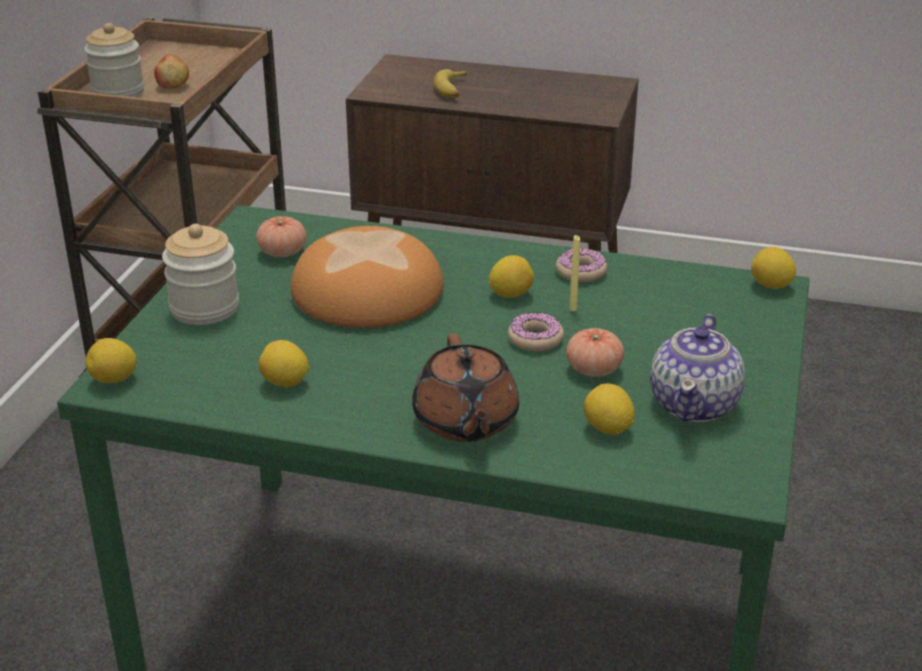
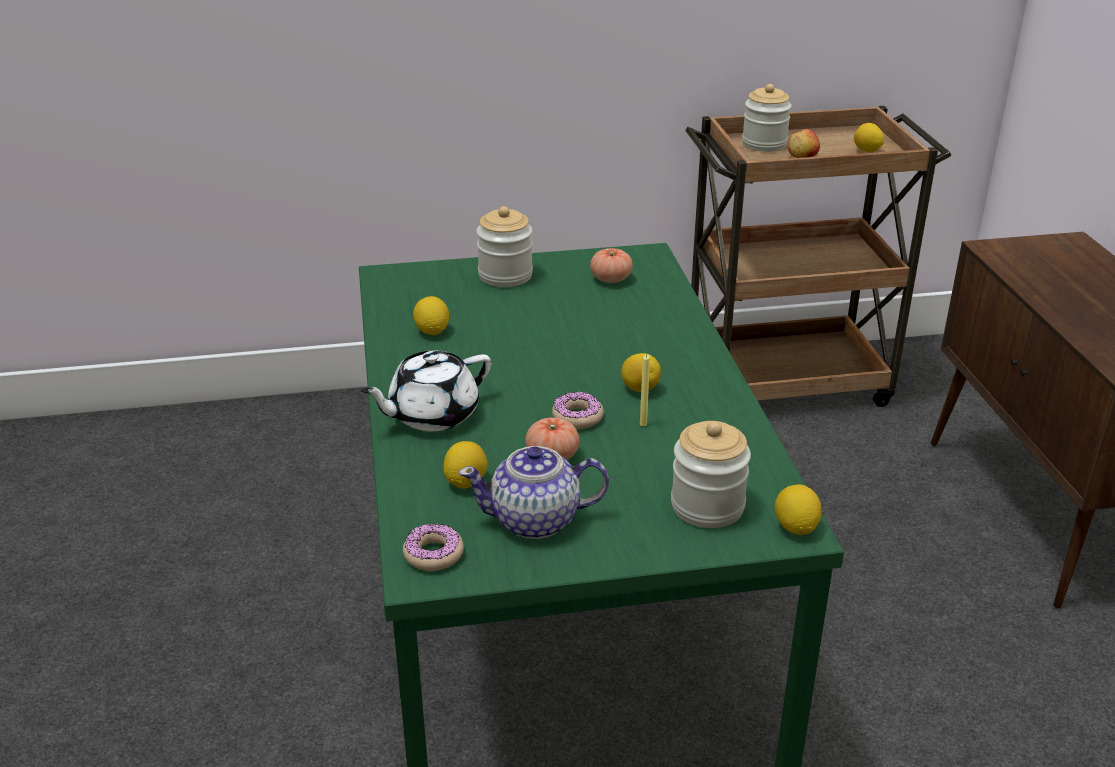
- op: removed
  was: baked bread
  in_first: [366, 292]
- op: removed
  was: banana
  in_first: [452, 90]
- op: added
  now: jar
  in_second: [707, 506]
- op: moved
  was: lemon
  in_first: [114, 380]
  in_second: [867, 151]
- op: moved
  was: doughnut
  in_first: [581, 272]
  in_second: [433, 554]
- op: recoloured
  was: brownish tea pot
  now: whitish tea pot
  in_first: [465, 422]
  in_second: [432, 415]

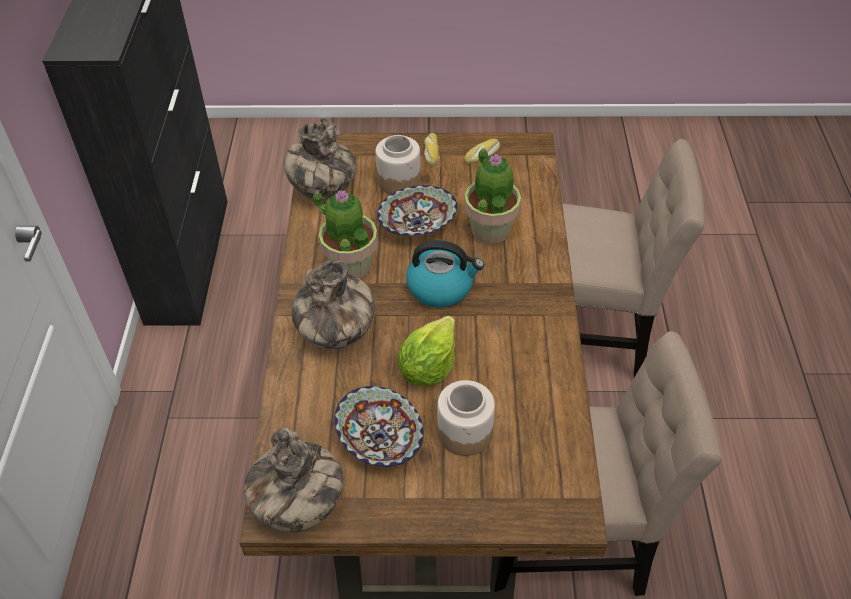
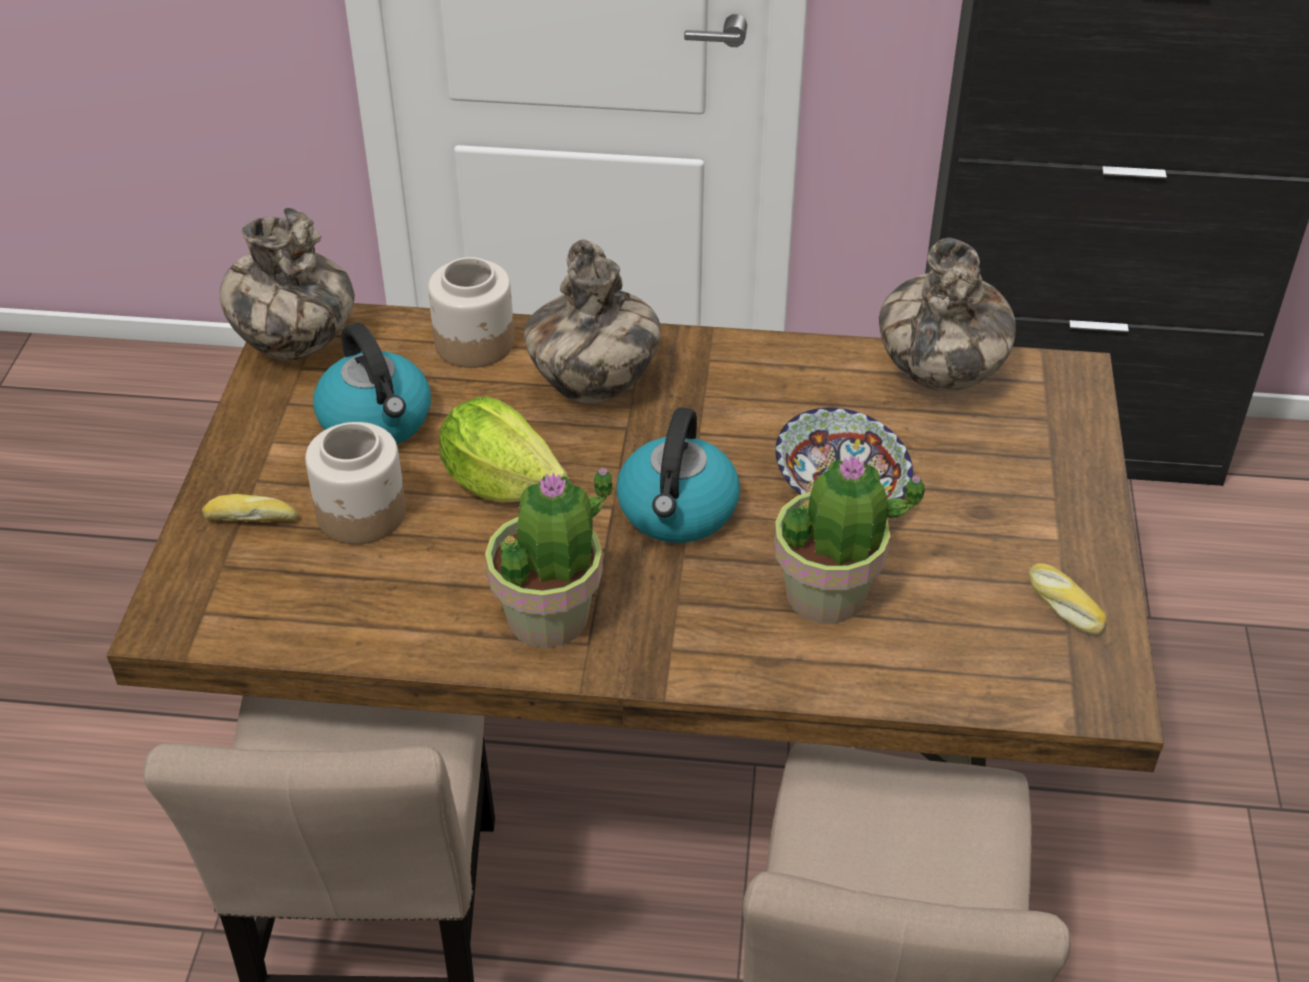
- op: moved
  was: potted plant
  in_first: [350, 265]
  in_second: [550, 616]
- op: moved
  was: jar
  in_first: [399, 180]
  in_second: [475, 343]
- op: moved
  was: baked bread
  in_first: [431, 152]
  in_second: [251, 517]
- op: replaced
  was: serving bowl
  now: water kettle
  in_first: [379, 440]
  in_second: [377, 421]

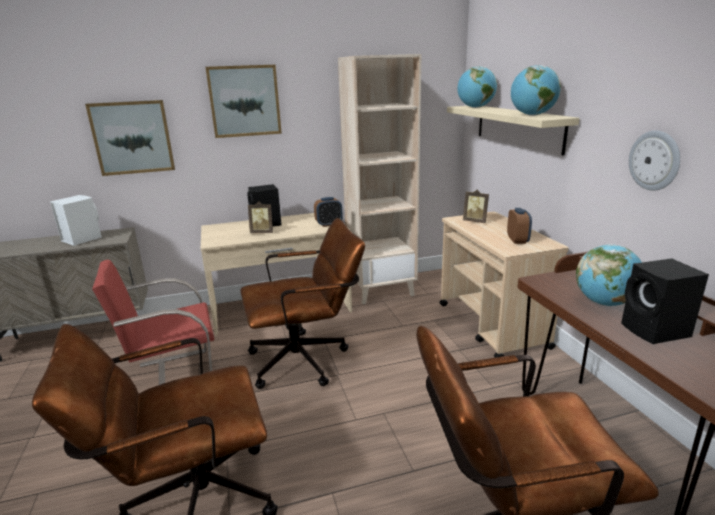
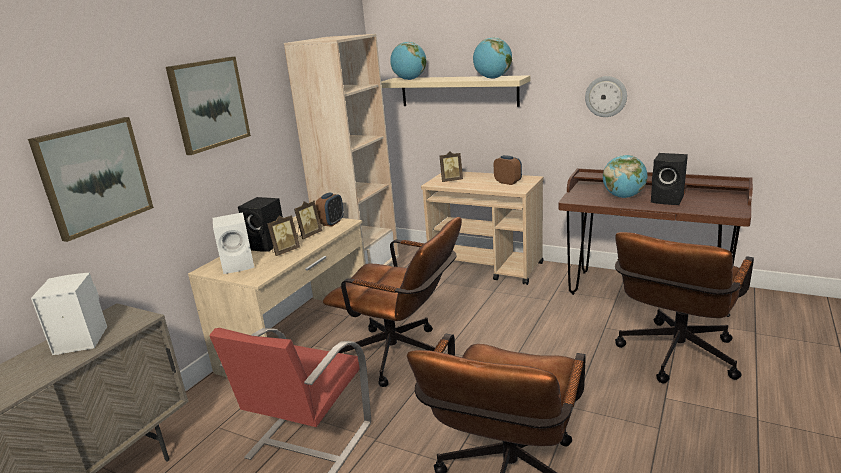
- op: added
  now: whitish loudspeaker
  in_second: [239, 265]
- op: added
  now: picture frame
  in_second: [309, 235]
- op: turned
  was: brownish office chair
  in_first: [307, 359]
  in_second: [402, 356]
  clockwise: 90

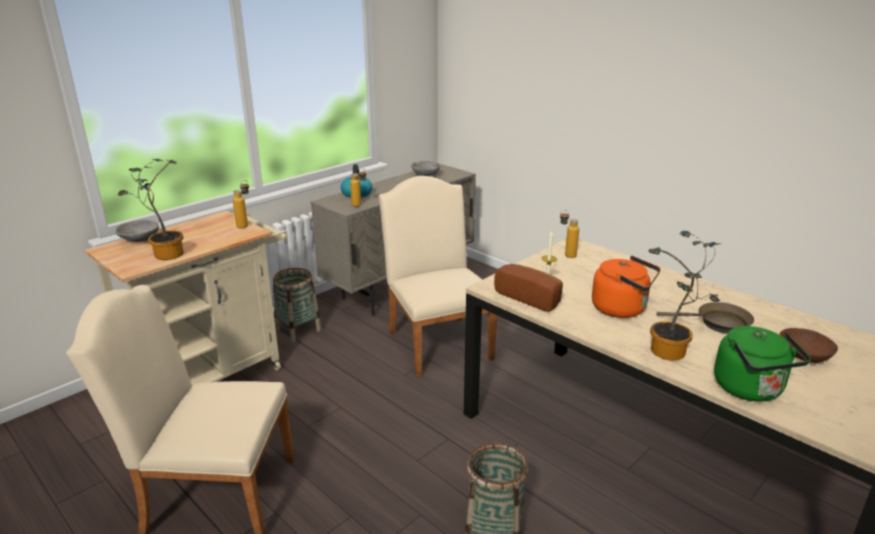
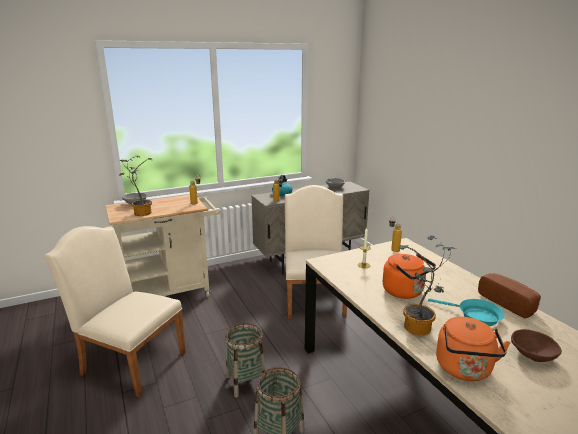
- op: moved
  was: storage basket
  in_first: [298, 330]
  in_second: [245, 382]
- op: moved
  was: baked bread
  in_first: [530, 297]
  in_second: [508, 303]
- op: recoloured
  was: brownish pan
  now: turquoise-coloured pan
  in_first: [718, 323]
  in_second: [475, 316]
- op: recoloured
  was: green-coloured water kettle
  now: orange-coloured water kettle
  in_first: [751, 390]
  in_second: [464, 370]

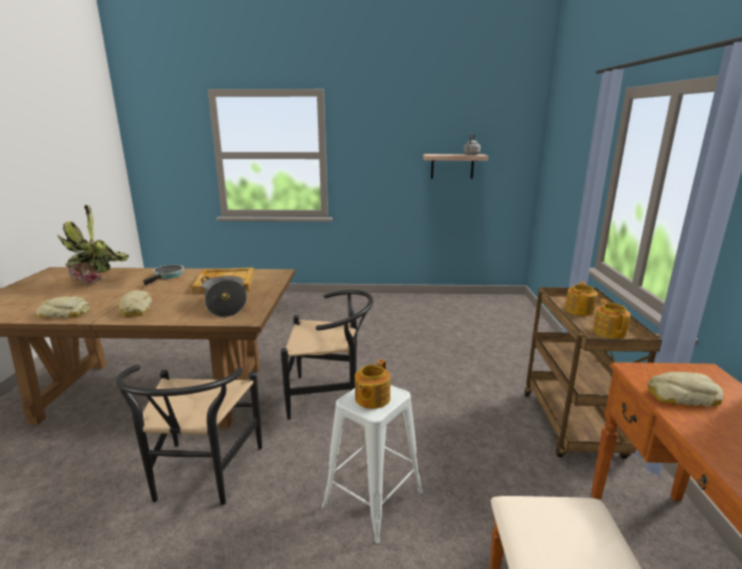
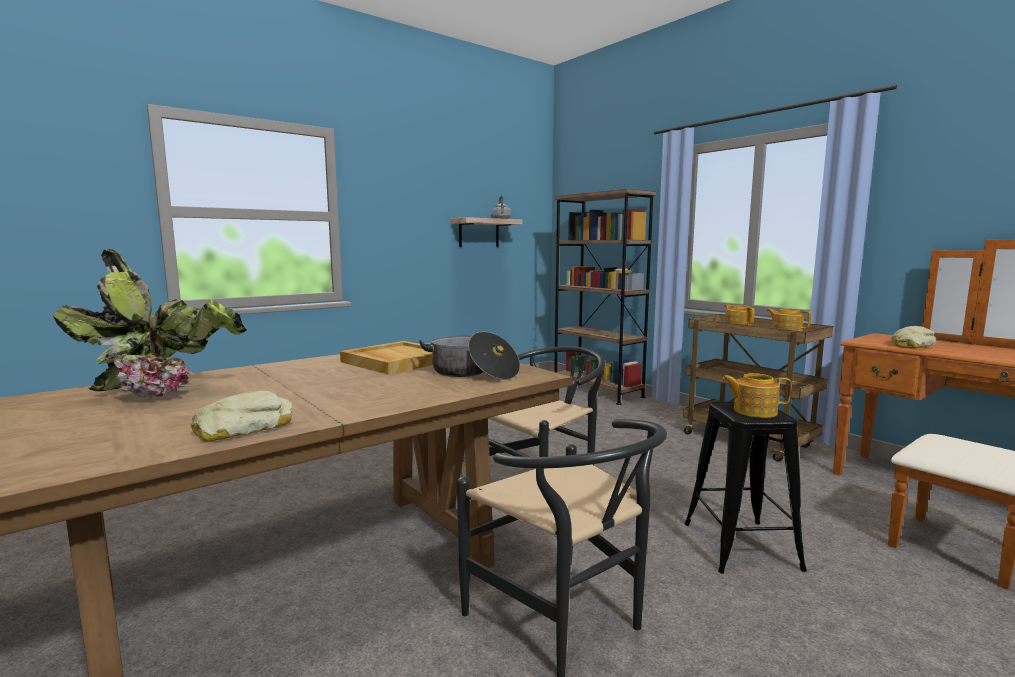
- op: removed
  was: baked bread
  in_first: [135, 309]
- op: removed
  was: pan
  in_first: [168, 276]
- op: added
  now: brownish bookcase
  in_second: [597, 391]
- op: recoloured
  was: whitish stool seat
  now: black-coloured stool seat
  in_first: [373, 499]
  in_second: [740, 546]
- op: turned
  was: tea pot
  in_first: [371, 399]
  in_second: [753, 411]
  clockwise: 120

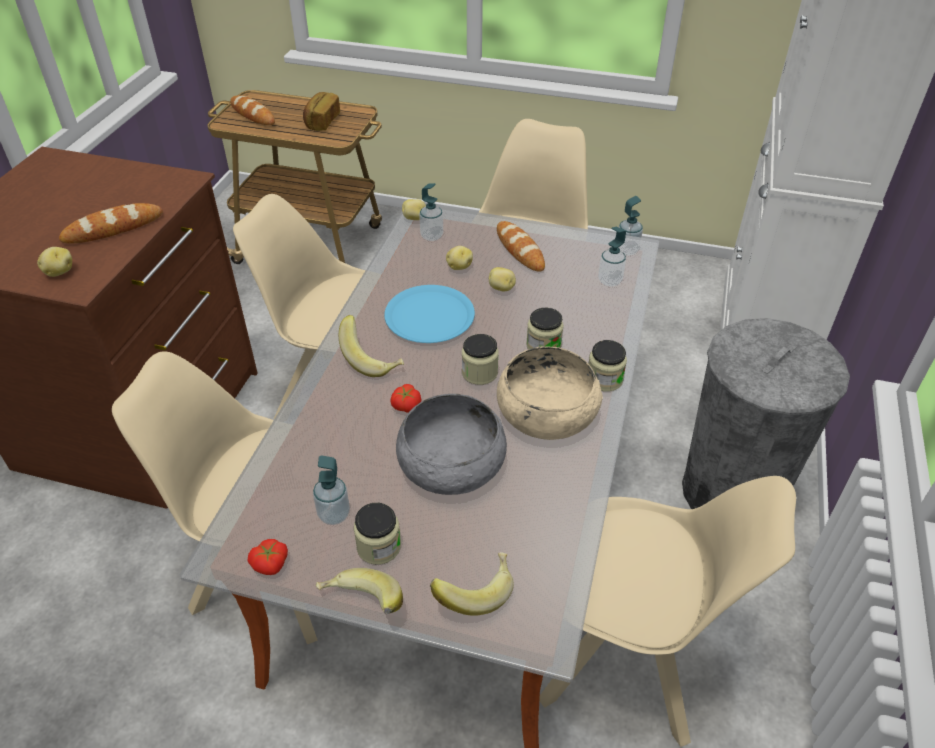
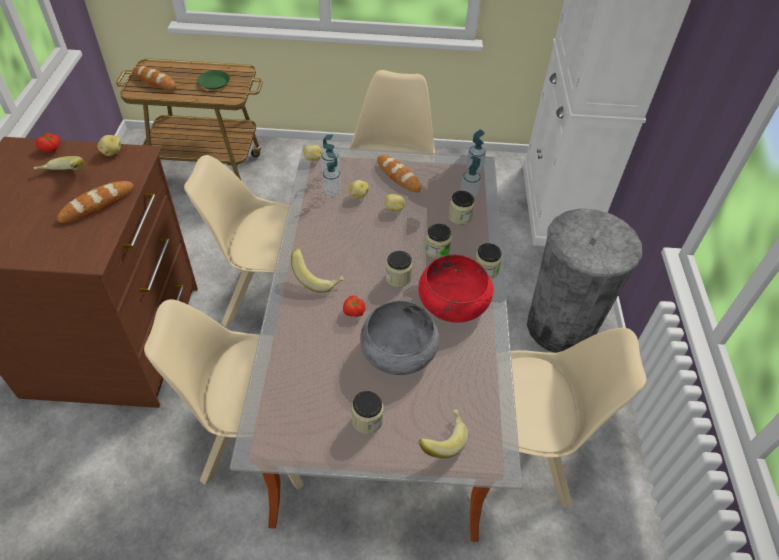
- op: removed
  was: blue-coloured plate
  in_first: [429, 316]
- op: added
  now: jar
  in_second: [460, 216]
- op: moved
  was: spud
  in_first: [59, 272]
  in_second: [111, 152]
- op: moved
  was: whole tomato
  in_first: [271, 565]
  in_second: [51, 149]
- op: moved
  was: soap dispenser
  in_first: [334, 514]
  in_second: [332, 190]
- op: moved
  was: banana
  in_first: [360, 606]
  in_second: [63, 177]
- op: replaced
  was: baked bread
  now: green-coloured plate
  in_first: [321, 122]
  in_second: [214, 82]
- op: recoloured
  was: sand-coloured serving bowl
  now: red-coloured serving bowl
  in_first: [546, 412]
  in_second: [453, 301]

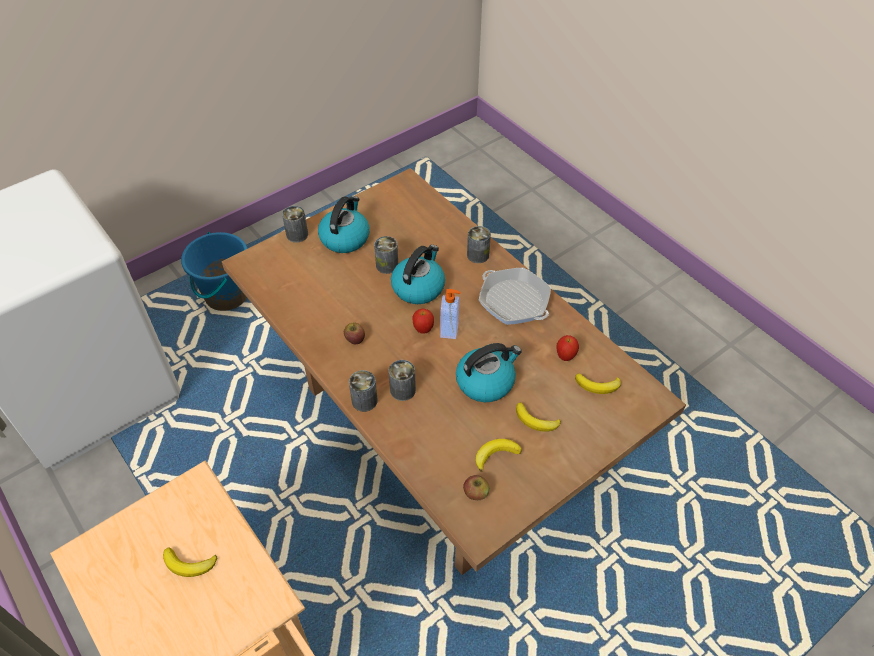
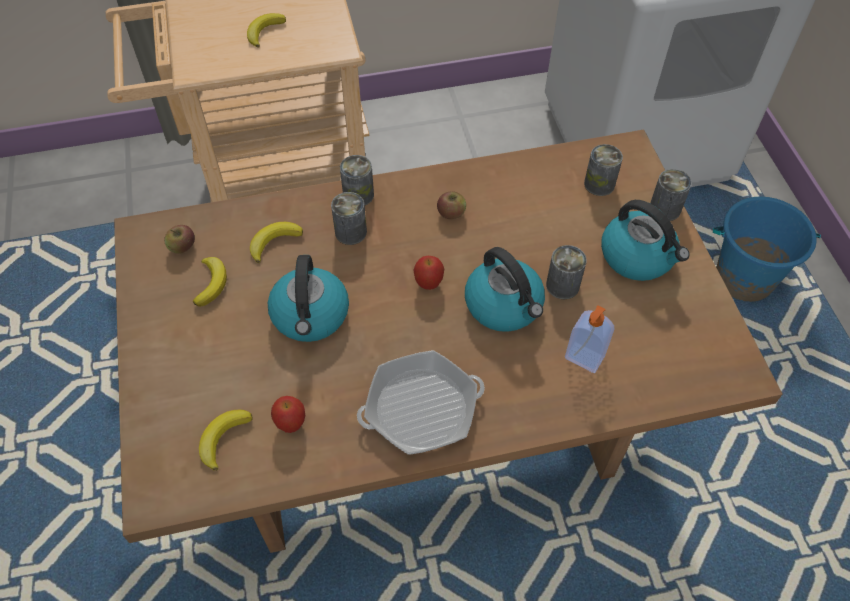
- op: moved
  was: soap dispenser
  in_first: [450, 330]
  in_second: [583, 358]
- op: moved
  was: can
  in_first: [478, 255]
  in_second: [599, 184]
- op: moved
  was: banana
  in_first: [536, 421]
  in_second: [274, 242]

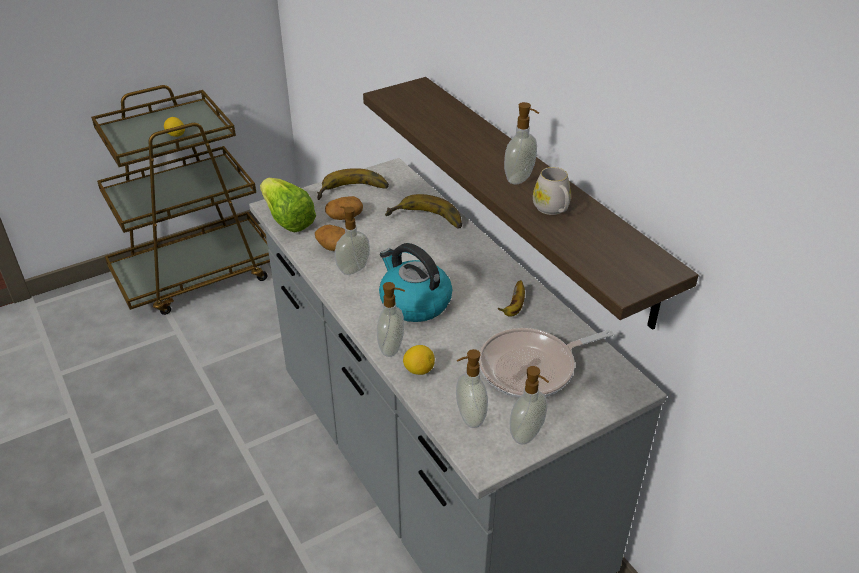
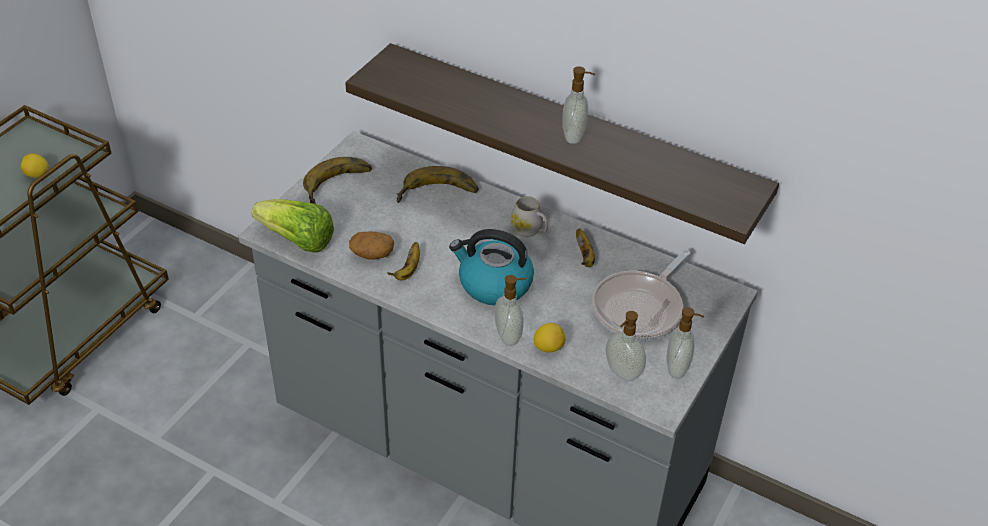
- op: removed
  was: spud
  in_first: [344, 217]
- op: moved
  was: whitish tea mug
  in_first: [553, 209]
  in_second: [529, 231]
- op: replaced
  was: soap dispenser
  now: banana
  in_first: [352, 268]
  in_second: [408, 270]

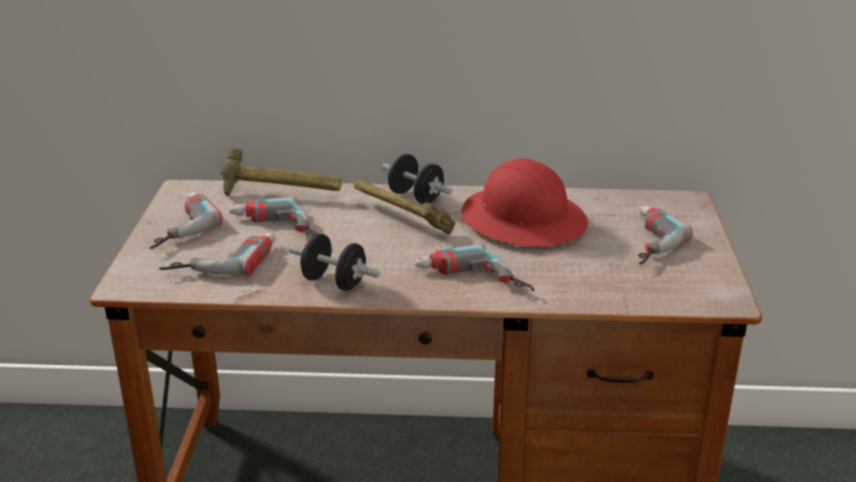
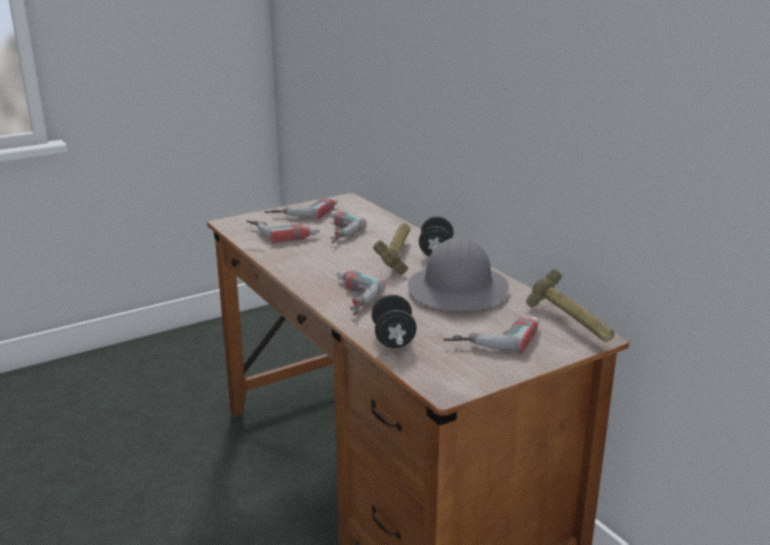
- op: moved
  was: hammer
  in_first: [281, 194]
  in_second: [569, 325]
- op: moved
  was: black-coloured free weight
  in_first: [334, 282]
  in_second: [393, 339]
- op: recoloured
  was: red-coloured safety helmet
  now: gray safety helmet
  in_first: [524, 220]
  in_second: [458, 290]

